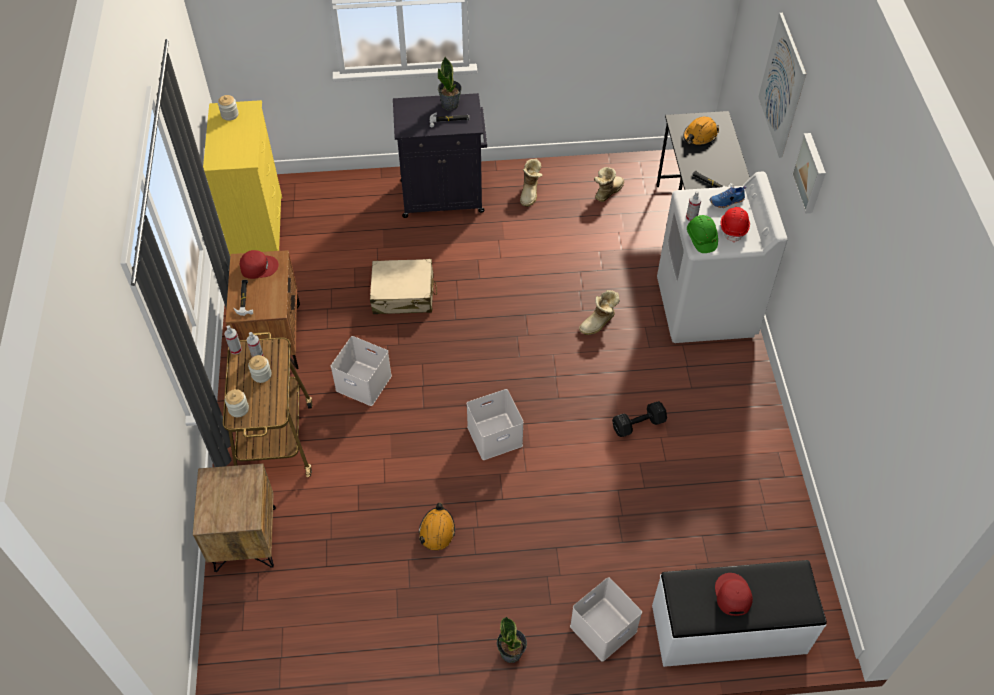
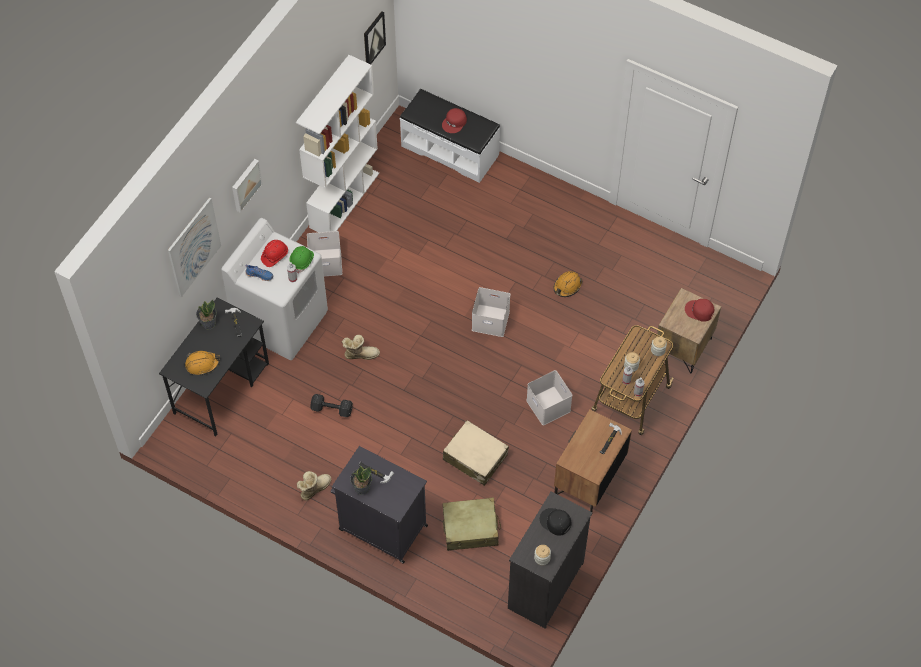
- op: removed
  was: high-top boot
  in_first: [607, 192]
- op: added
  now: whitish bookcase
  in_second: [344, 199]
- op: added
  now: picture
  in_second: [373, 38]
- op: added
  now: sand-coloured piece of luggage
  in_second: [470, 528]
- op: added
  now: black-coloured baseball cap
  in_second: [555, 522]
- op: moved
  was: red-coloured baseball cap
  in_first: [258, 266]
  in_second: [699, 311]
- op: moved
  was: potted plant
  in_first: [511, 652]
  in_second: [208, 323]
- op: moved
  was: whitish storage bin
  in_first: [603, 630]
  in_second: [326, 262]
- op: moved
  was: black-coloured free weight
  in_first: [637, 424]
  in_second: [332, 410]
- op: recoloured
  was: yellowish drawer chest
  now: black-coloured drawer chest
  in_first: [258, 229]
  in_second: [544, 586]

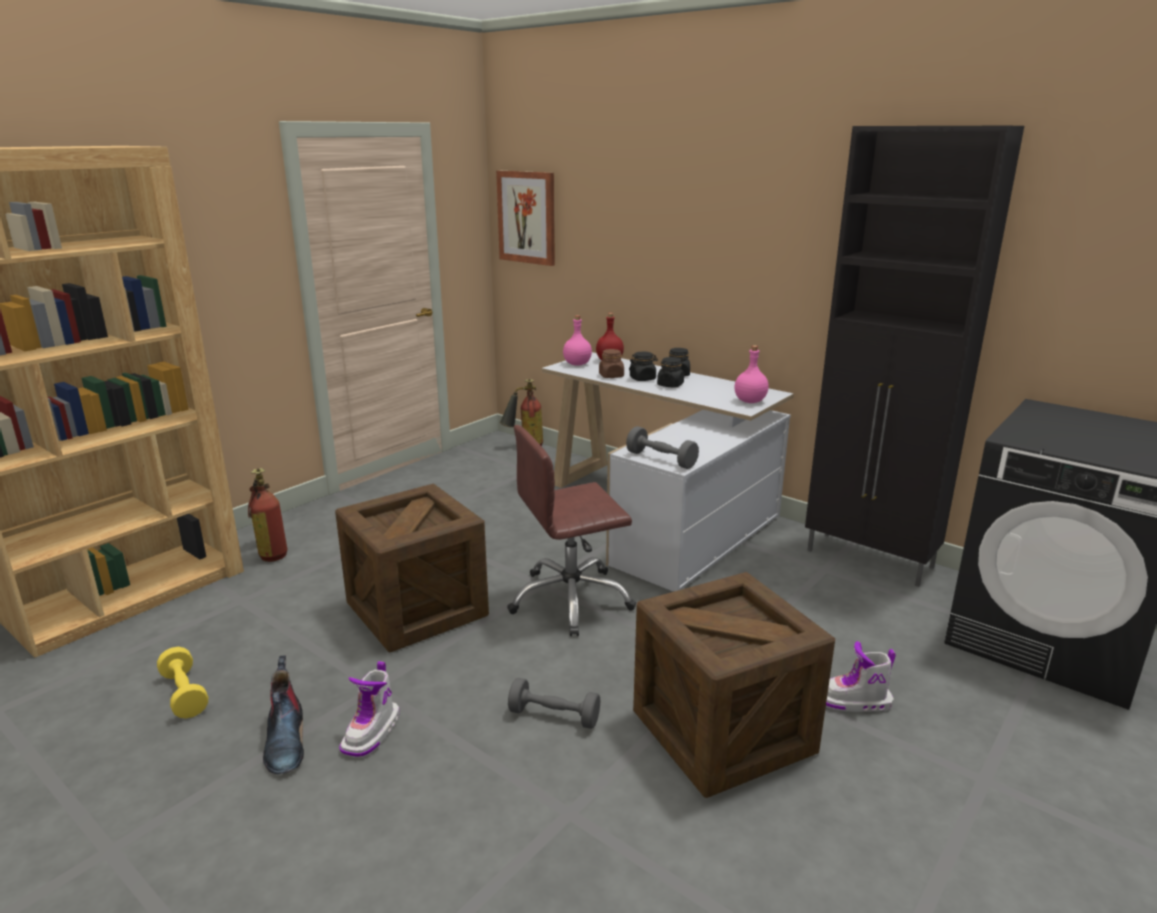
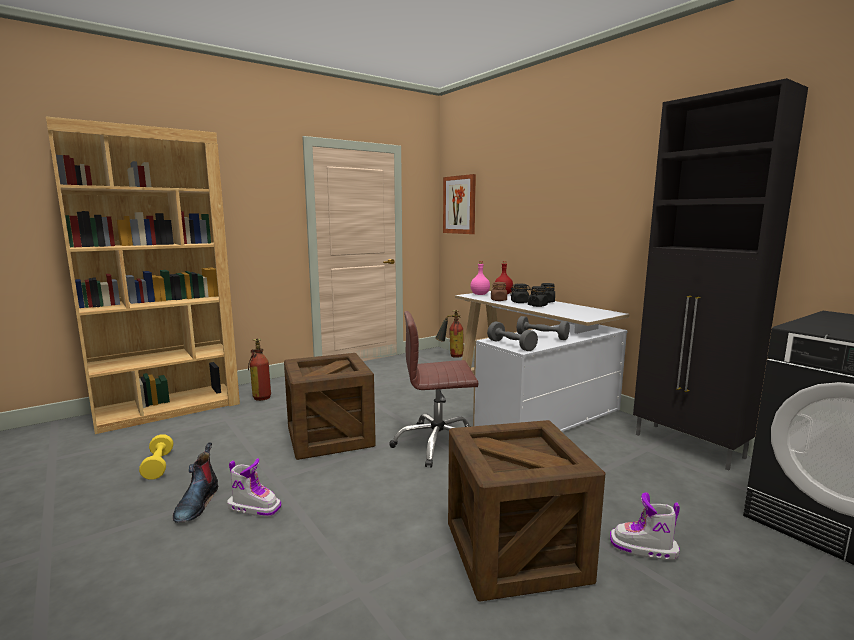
- op: removed
  was: pinkish bottle
  in_first: [749, 401]
- op: moved
  was: gray free weight
  in_first: [554, 716]
  in_second: [542, 337]
- op: turned
  was: high-top boot
  in_first: [372, 733]
  in_second: [254, 507]
  clockwise: -105

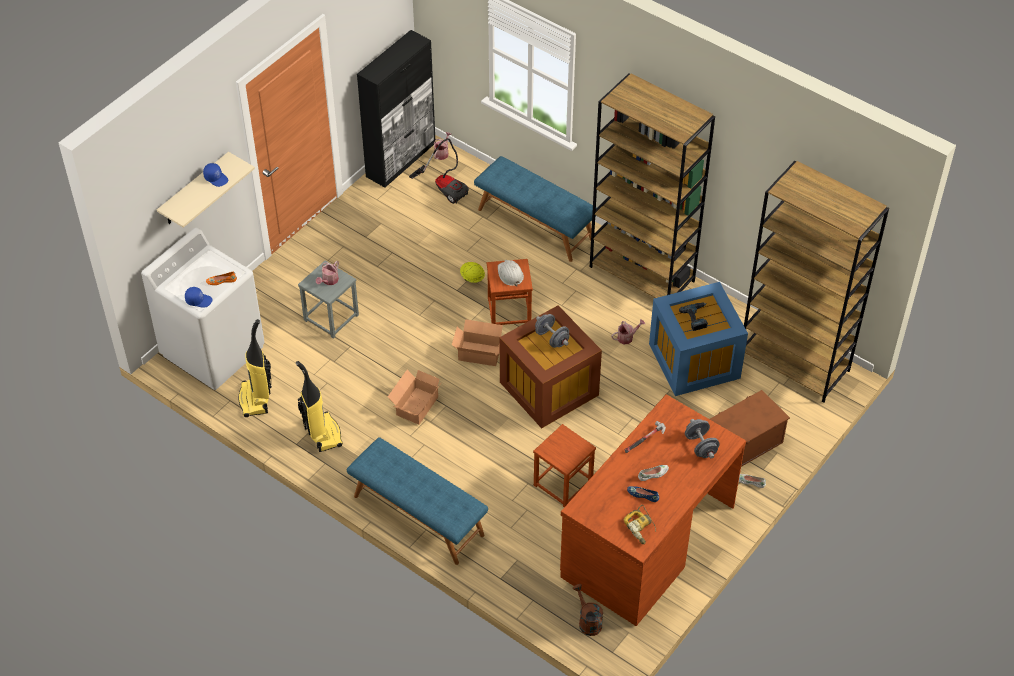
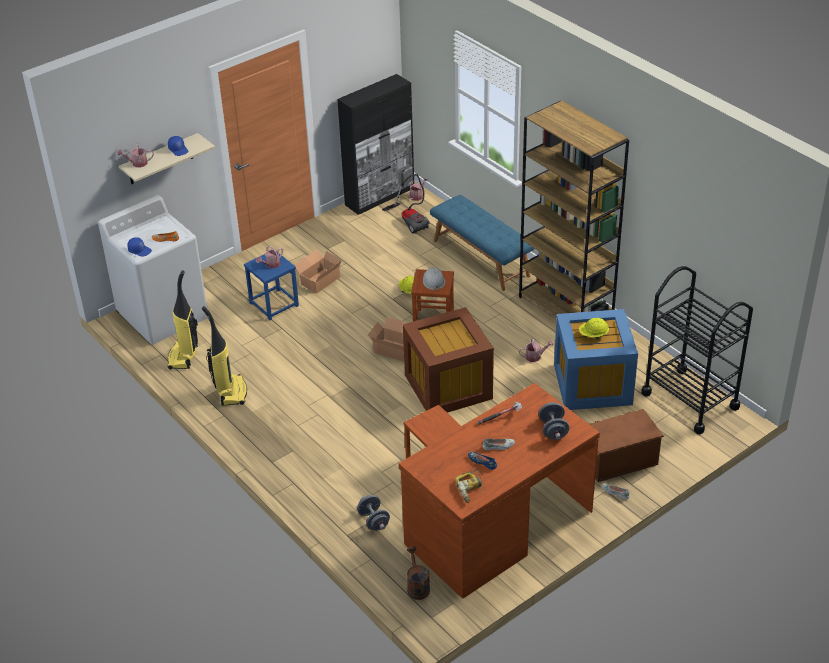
- op: removed
  was: blue-coloured long seat
  in_first: [417, 516]
- op: added
  now: sprinkling can
  in_second: [137, 163]
- op: moved
  was: packing box
  in_first: [415, 406]
  in_second: [318, 280]
- op: moved
  was: gray free weight
  in_first: [552, 338]
  in_second: [373, 521]
- op: replaced
  was: power drill
  now: yellowish safety helmet
  in_first: [697, 318]
  in_second: [593, 335]
- op: replaced
  was: brownish bookcase
  now: black-coloured cart
  in_first: [795, 363]
  in_second: [690, 400]
- op: recoloured
  was: gray stool seat
  now: blue-coloured stool seat
  in_first: [331, 318]
  in_second: [273, 304]

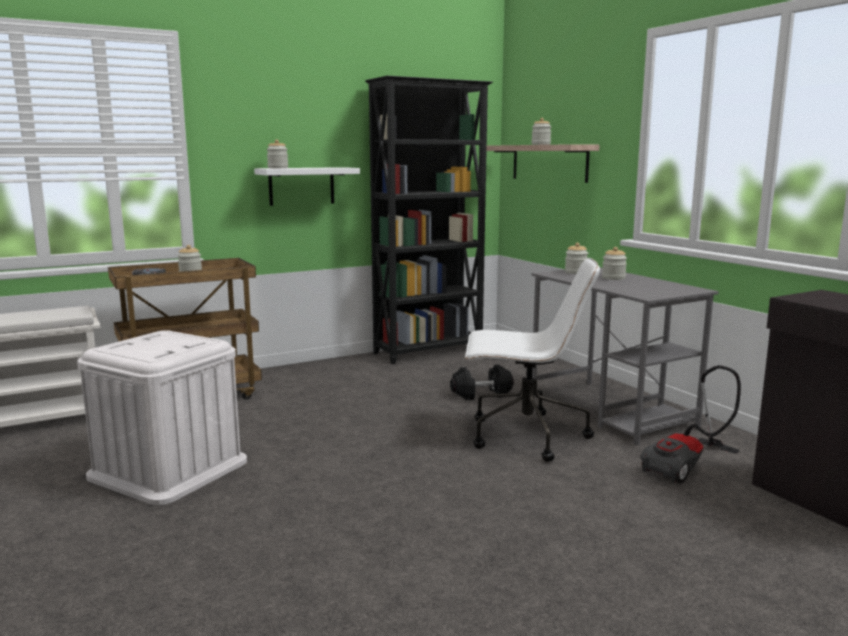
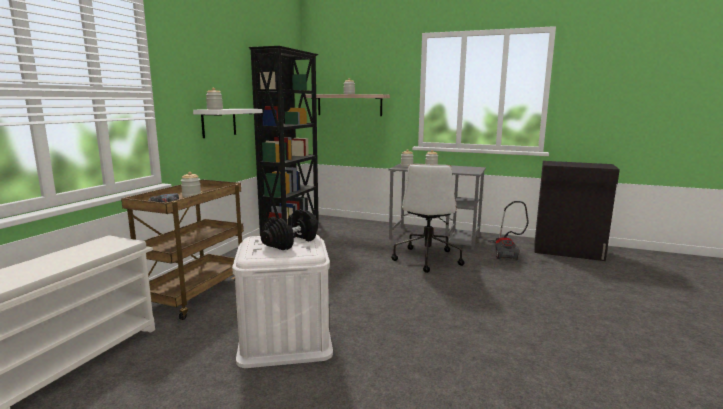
- op: moved
  was: black-coloured free weight
  in_first: [481, 394]
  in_second: [290, 242]
- op: turned
  was: whitish office chair
  in_first: [524, 436]
  in_second: [427, 259]
  clockwise: 135

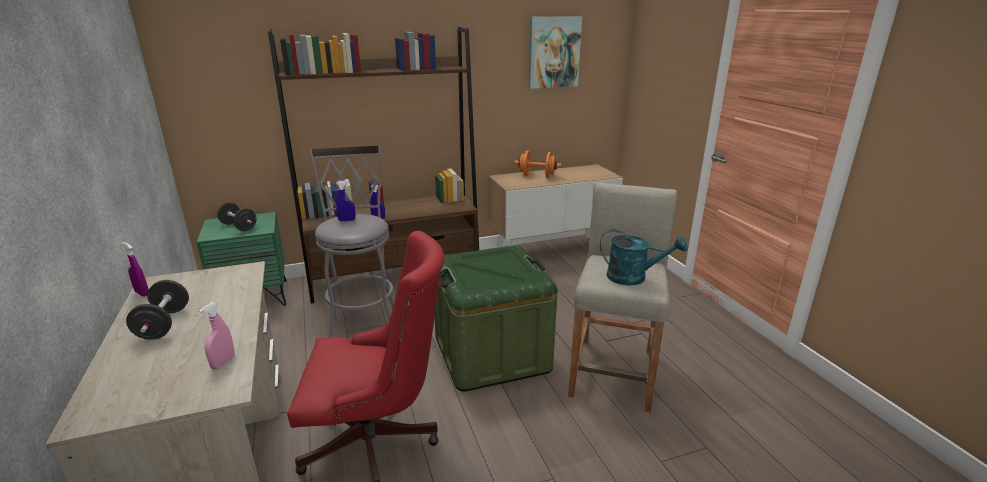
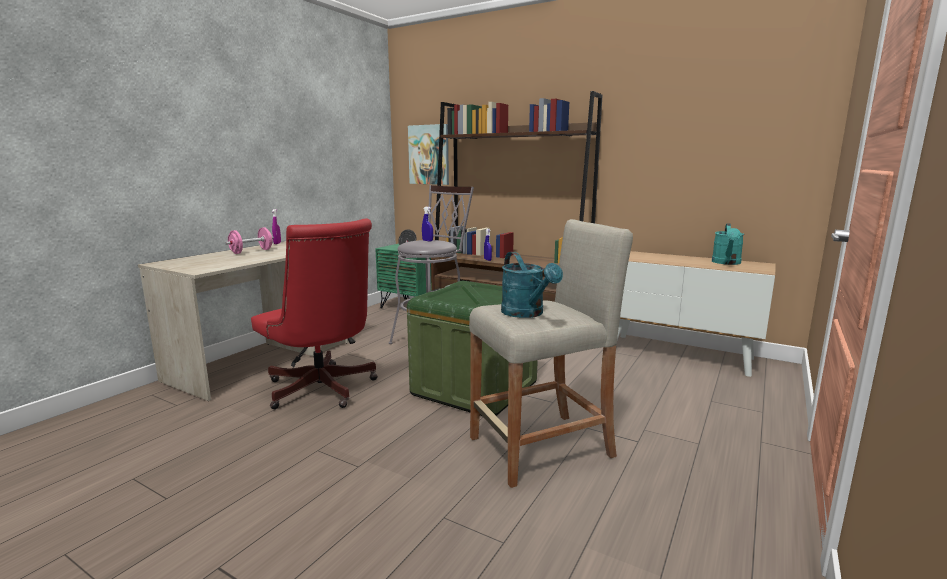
- op: removed
  was: pinkish hand sprayer
  in_first: [223, 363]
- op: removed
  was: orange-coloured free weight
  in_first: [537, 176]
- op: added
  now: turquoise-coloured sprinkling can
  in_second: [726, 263]
- op: moved
  was: picture
  in_first: [554, 52]
  in_second: [429, 154]
- op: recoloured
  was: black-coloured free weight
  now: pinkish free weight
  in_first: [164, 324]
  in_second: [251, 251]

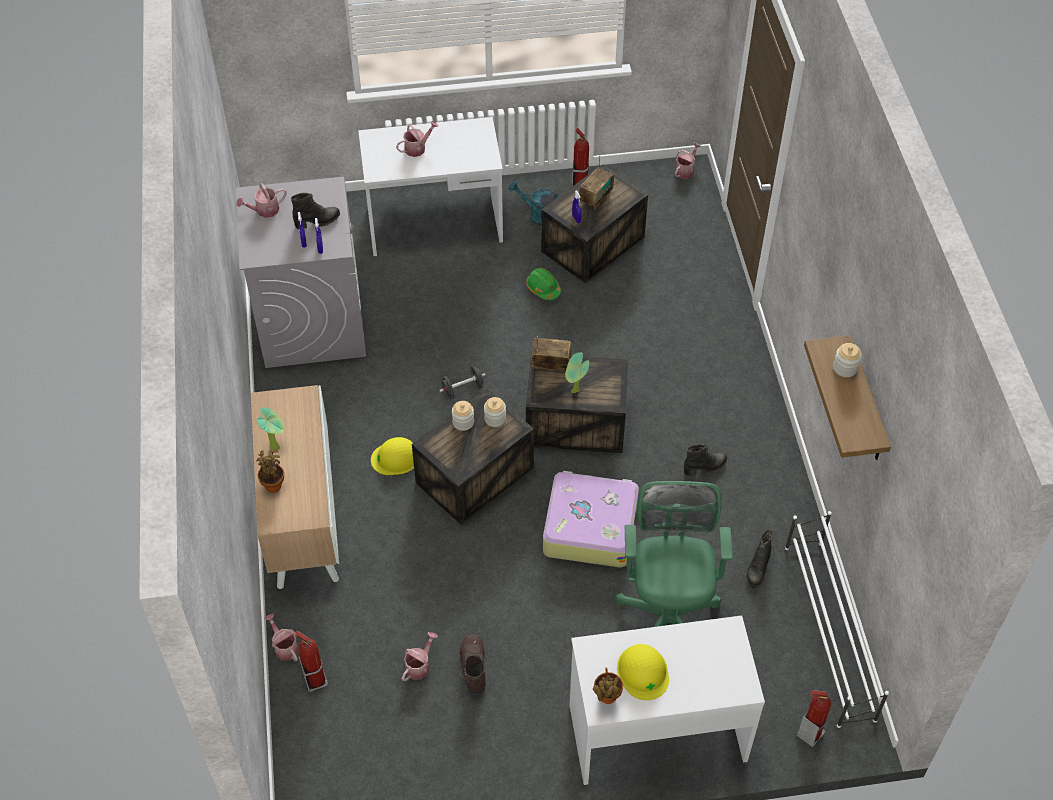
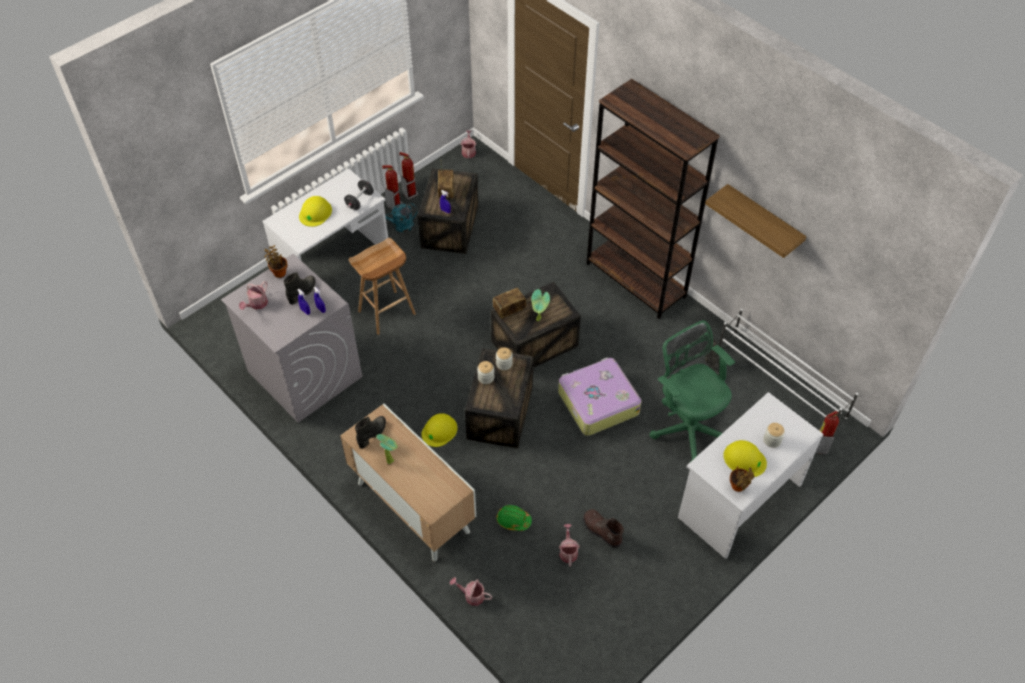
- op: added
  now: brownish stool seat
  in_second: [386, 313]
- op: added
  now: brownish bookcase
  in_second: [636, 280]
- op: moved
  was: potted plant
  in_first: [273, 484]
  in_second: [279, 272]
- op: moved
  was: extinguisher
  in_first: [315, 680]
  in_second: [394, 205]
- op: moved
  was: black-coloured free weight
  in_first: [462, 389]
  in_second: [360, 201]
- op: moved
  was: green-coloured safety helmet
  in_first: [543, 288]
  in_second: [513, 520]
- op: moved
  was: black-coloured high-top boot
  in_first: [705, 467]
  in_second: [372, 434]
- op: moved
  was: jar
  in_first: [845, 368]
  in_second: [772, 440]
- op: replaced
  was: sprinkling can
  now: yellowish safety helmet
  in_first: [417, 148]
  in_second: [315, 212]

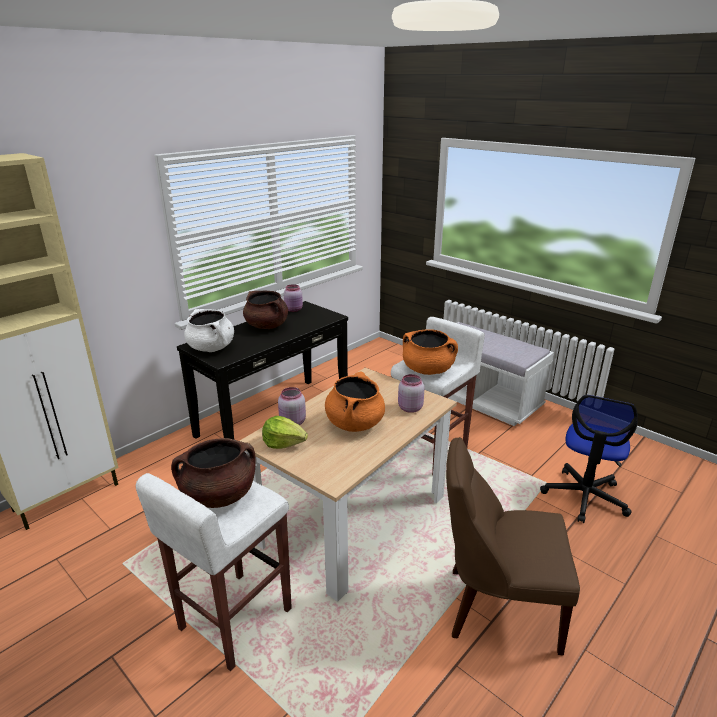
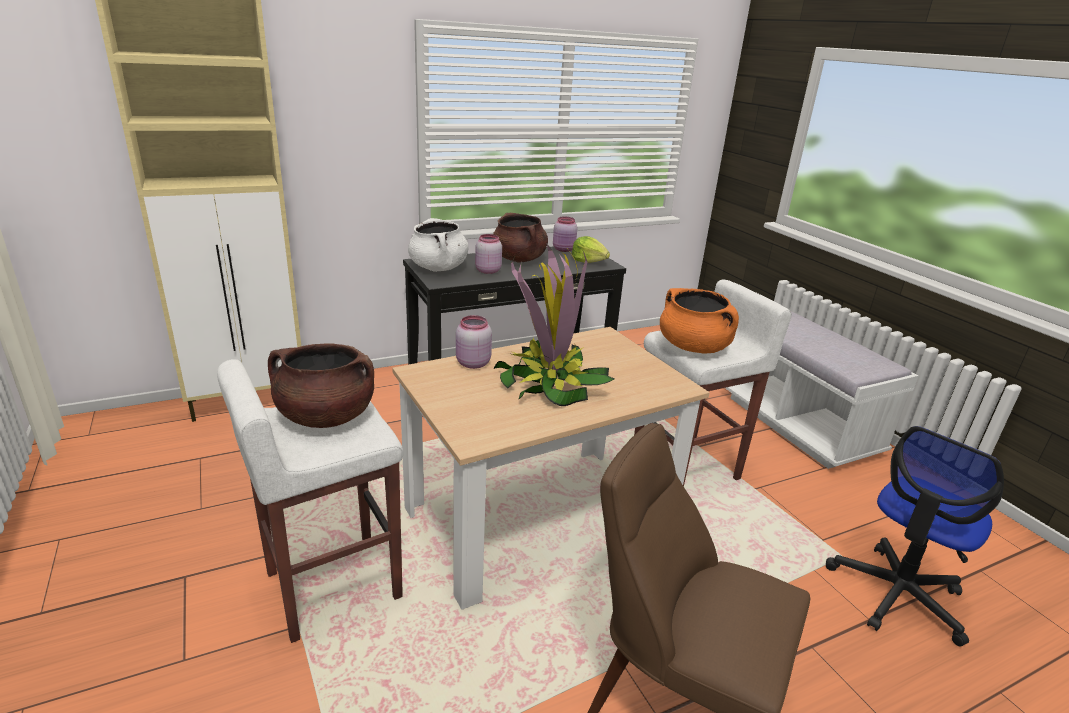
- op: moved
  was: lettuce head
  in_first: [283, 443]
  in_second: [588, 261]
- op: moved
  was: pinkish jar
  in_first: [409, 408]
  in_second: [487, 270]
- op: replaced
  was: orange-coloured cooking pot
  now: potted plant
  in_first: [354, 423]
  in_second: [549, 383]

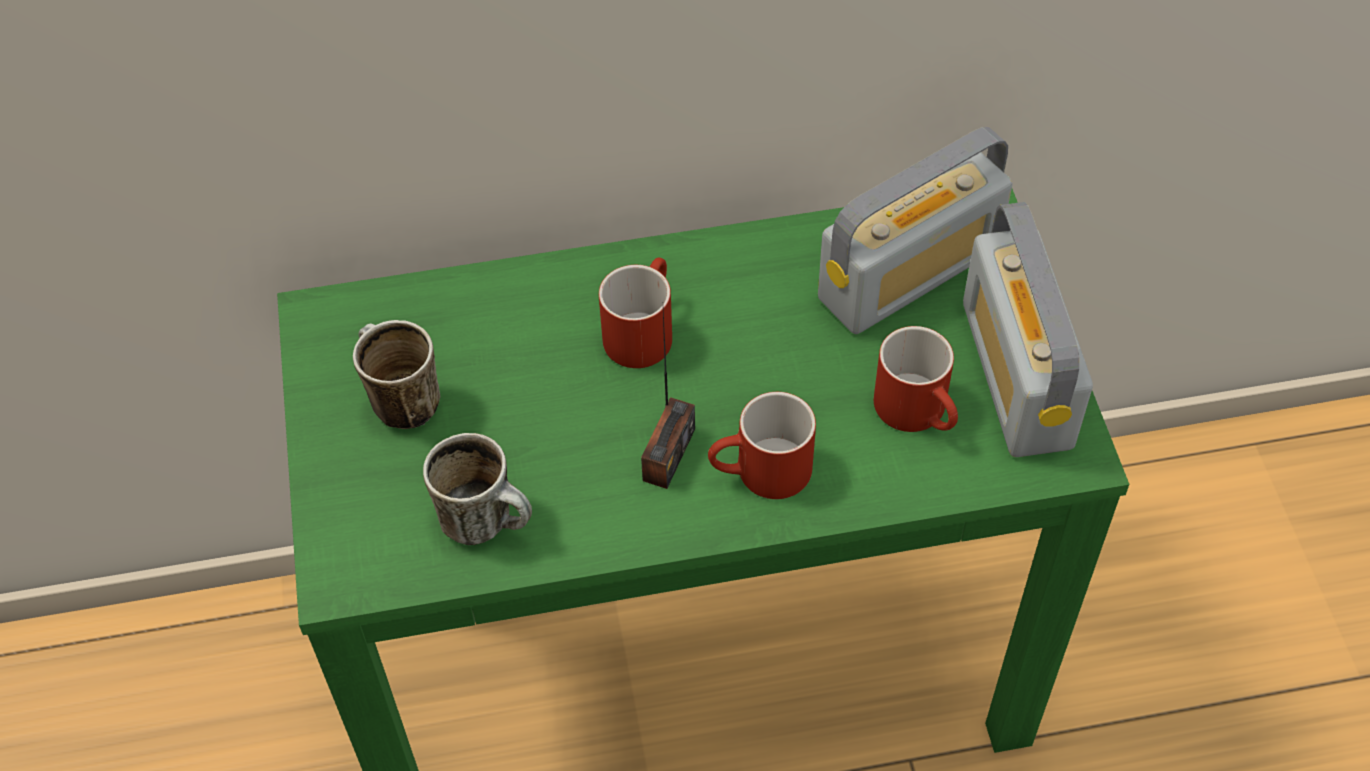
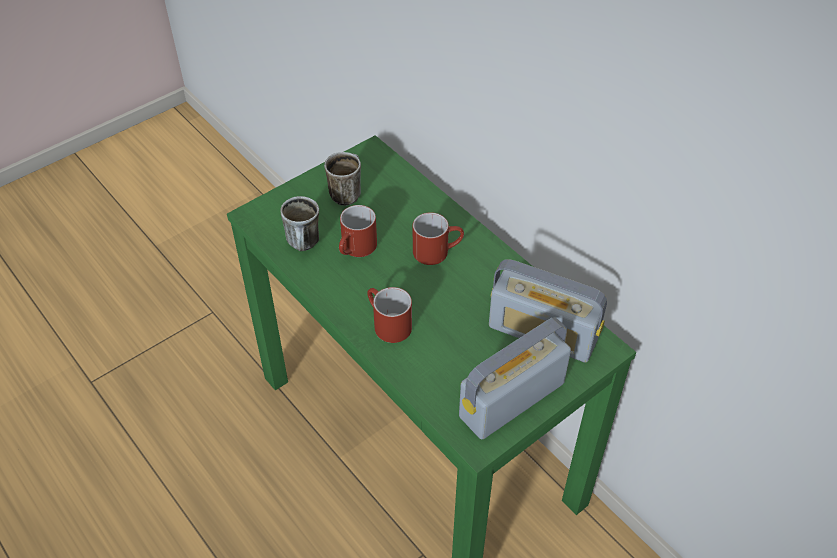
- op: removed
  was: radio
  in_first: [668, 454]
- op: moved
  was: red-coloured tea mug
  in_first: [920, 412]
  in_second: [356, 250]

